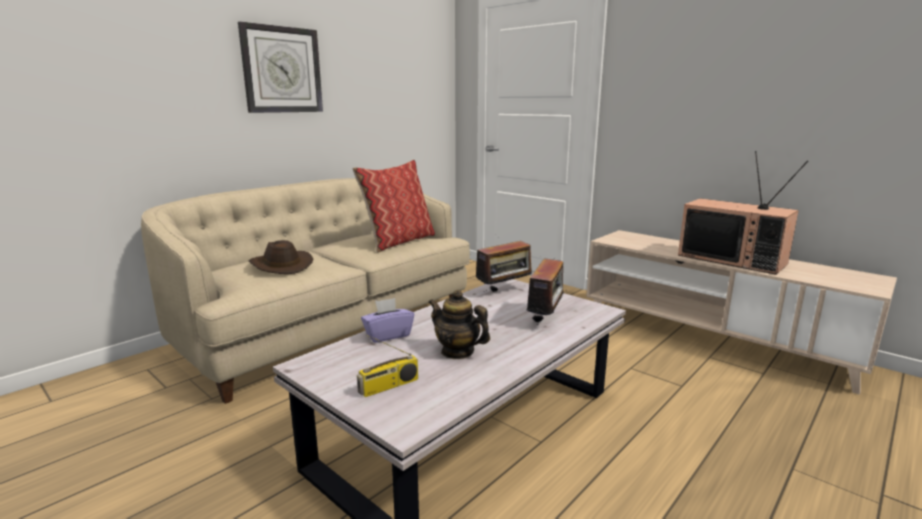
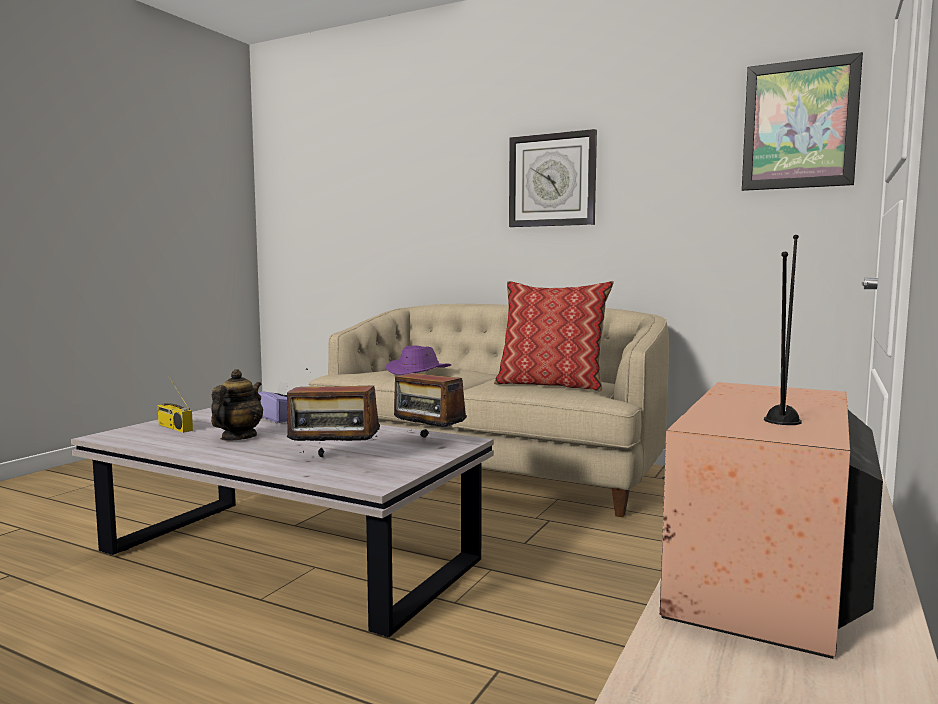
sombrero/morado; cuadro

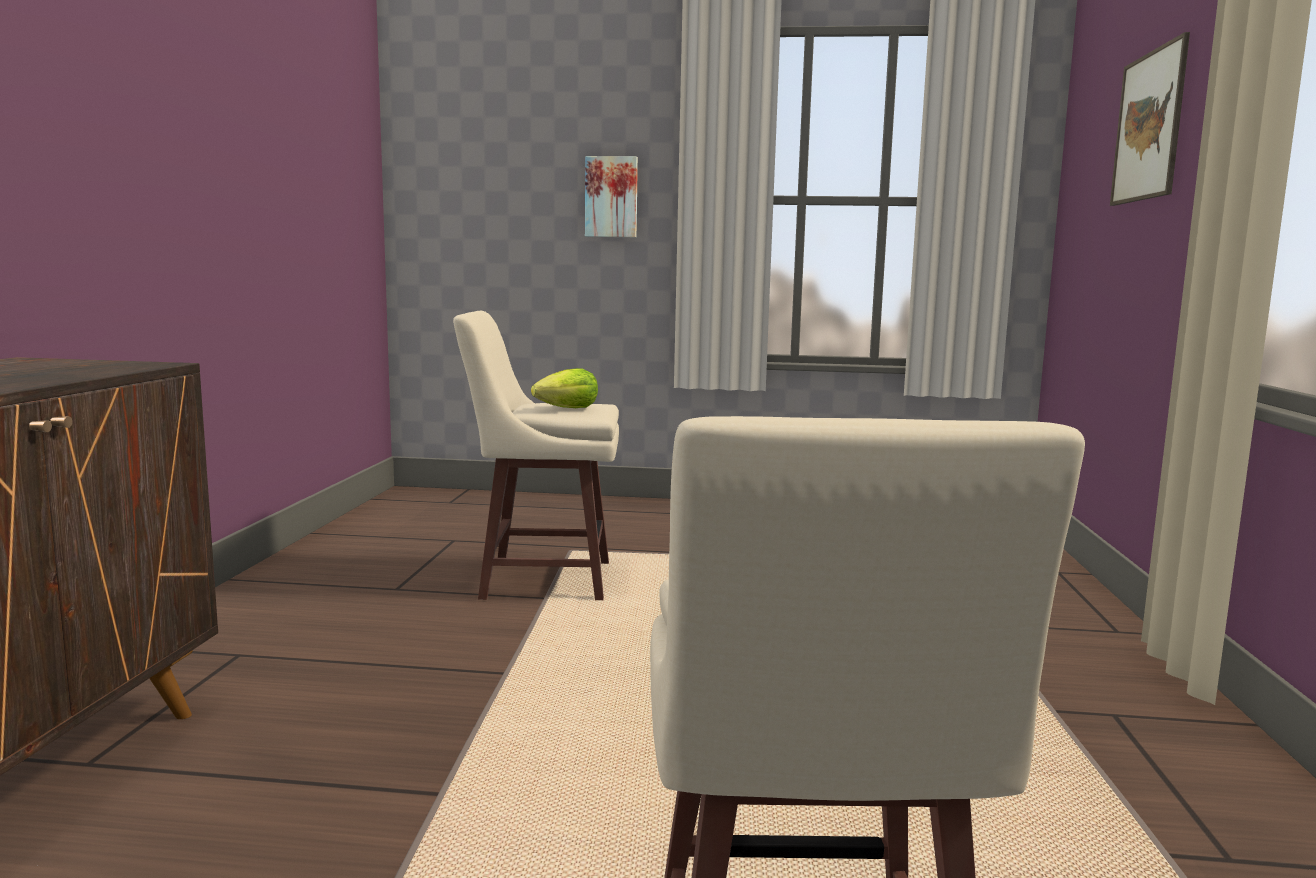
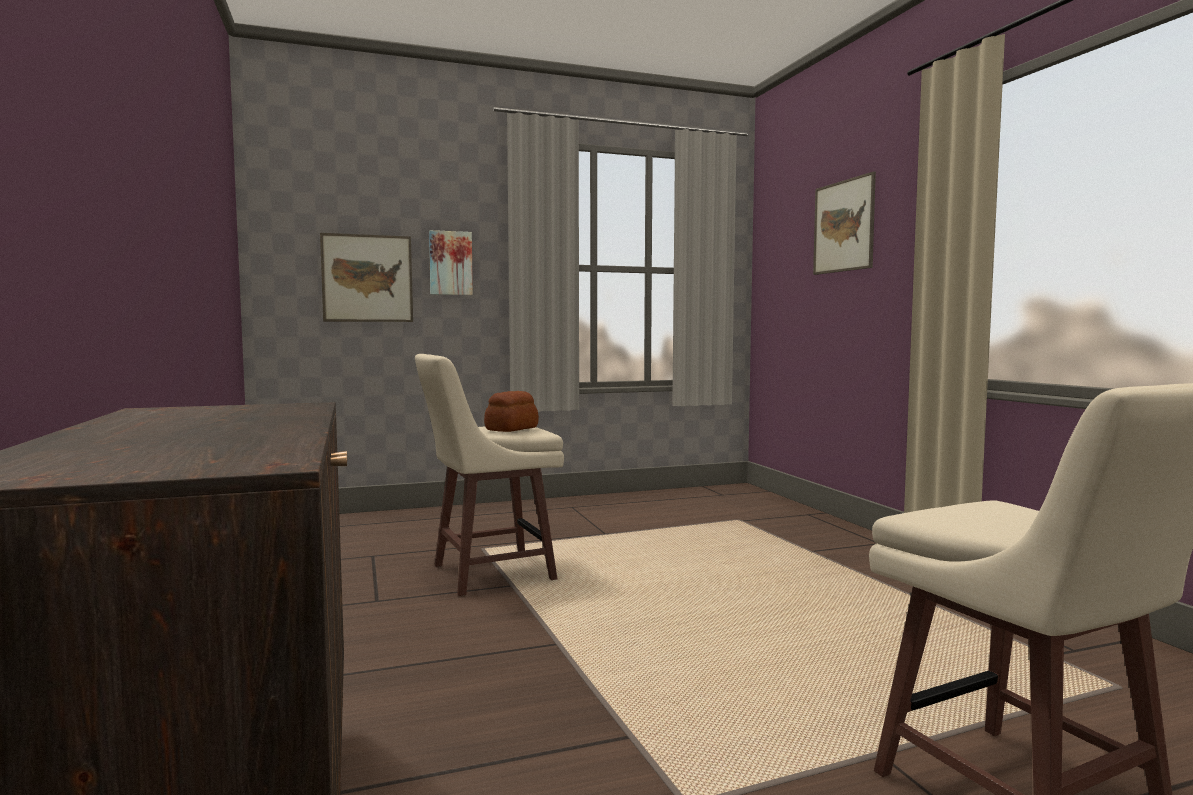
pan; cuadro (1st from left)

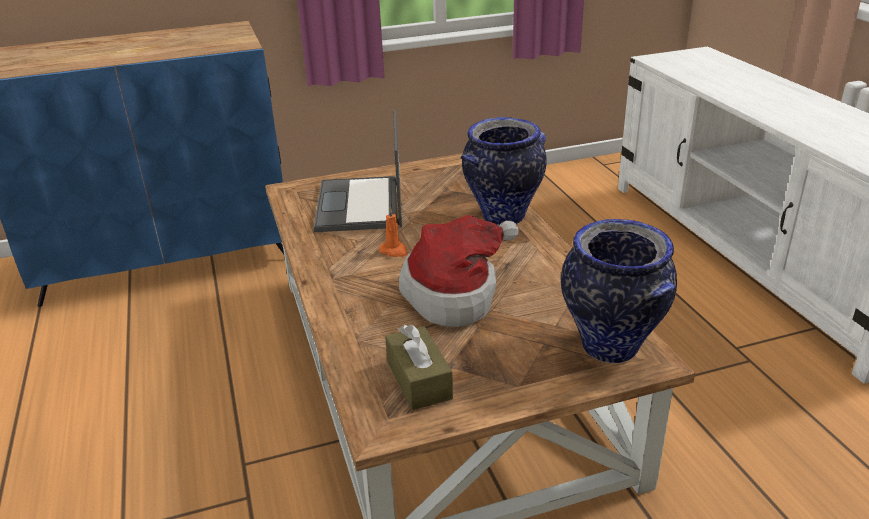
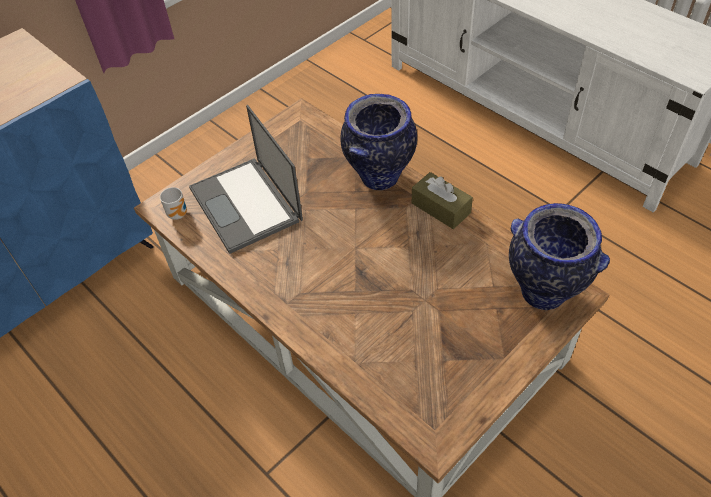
vela/naranja; caja de pañuelos/marrón; sombrero; taza grande

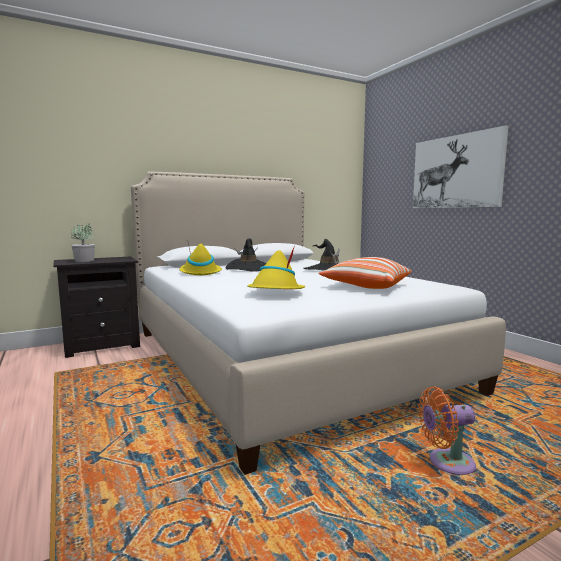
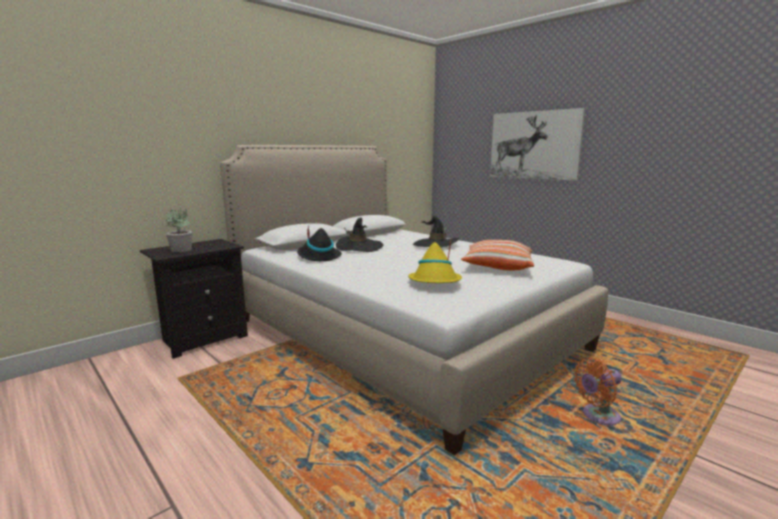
sombrero/negro (1st from left)

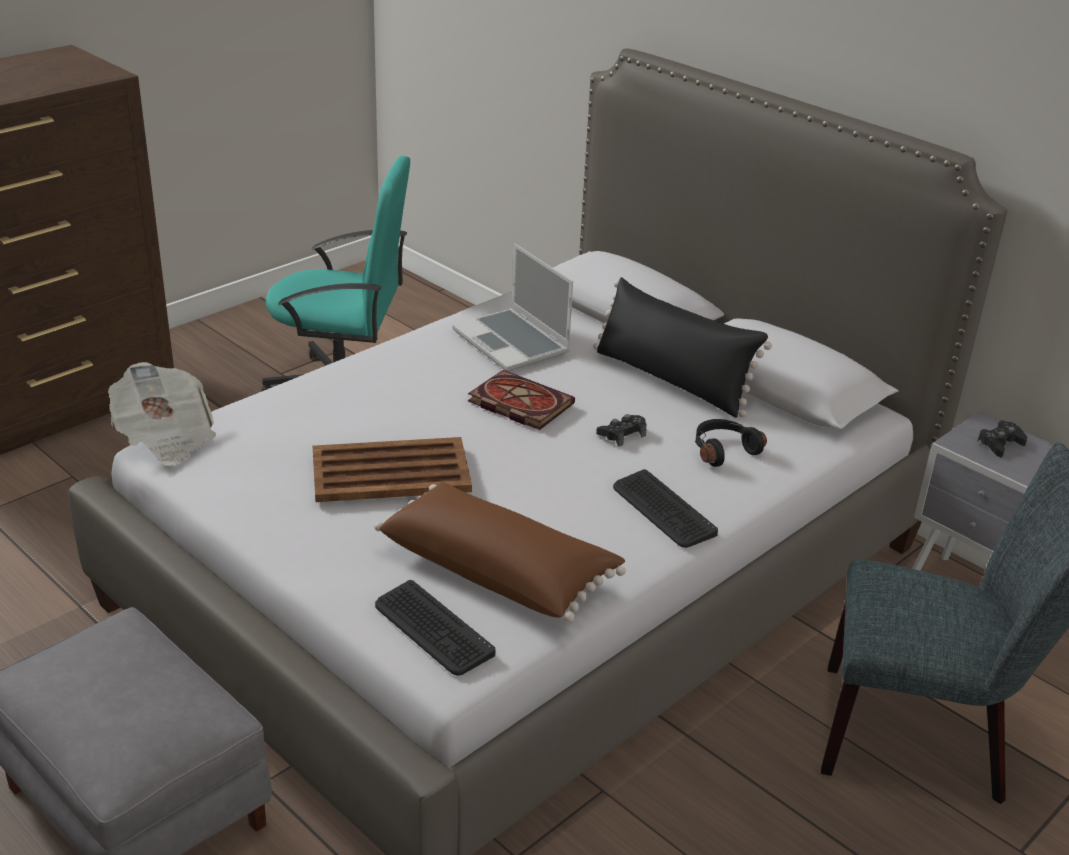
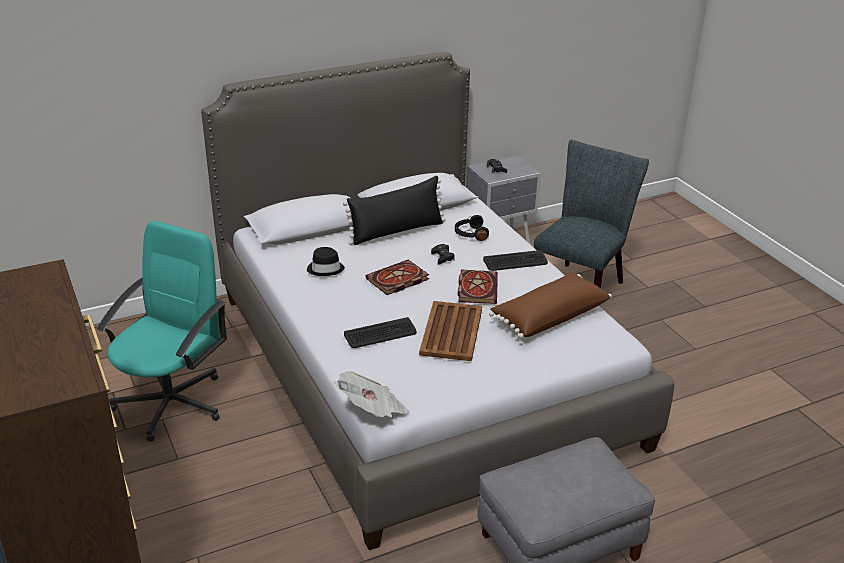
teclado (1st from left); sombrero/negro; libro (2nd from left)

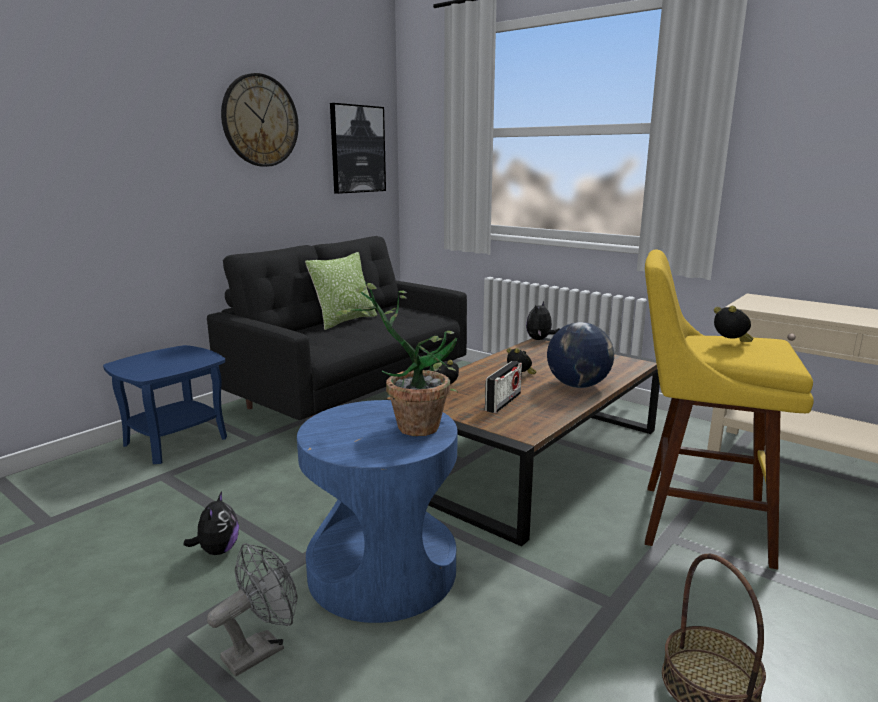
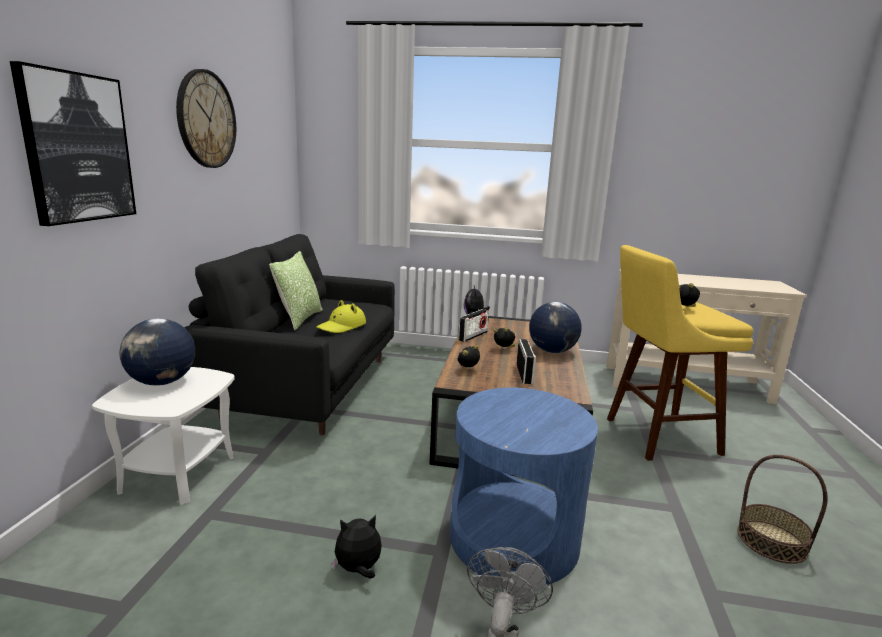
mesa auxiliar/blanco; peluche (1st from left); cuadro; planta en maceta; globo terráqueo (1st from left); sombrero/amarillo; radio (1st from left)

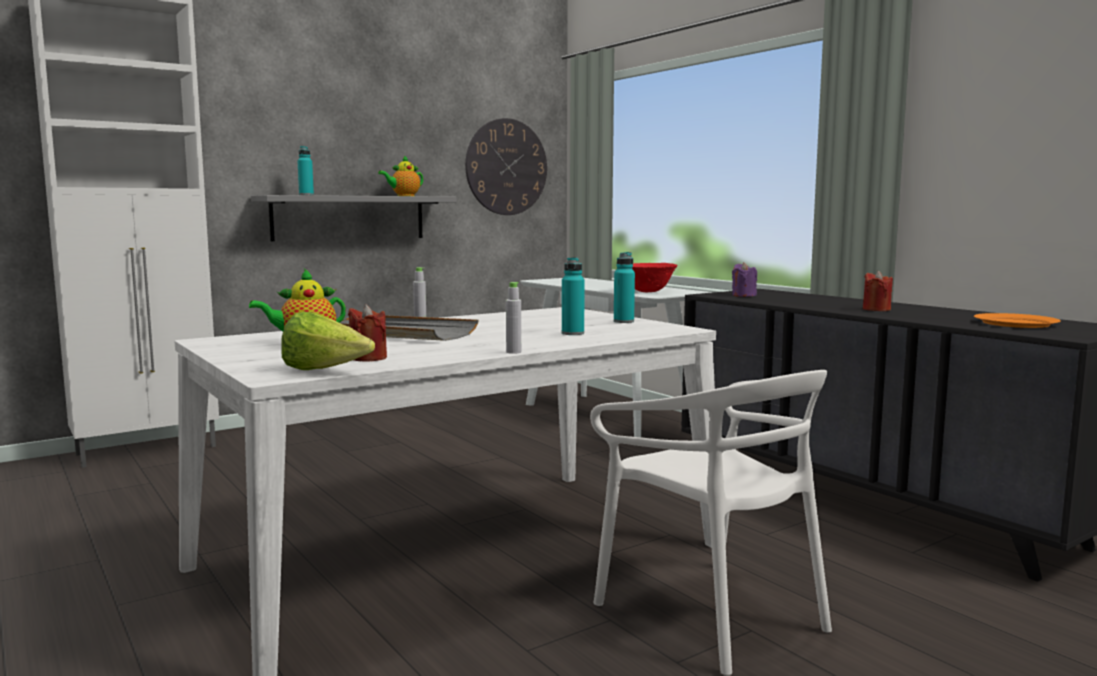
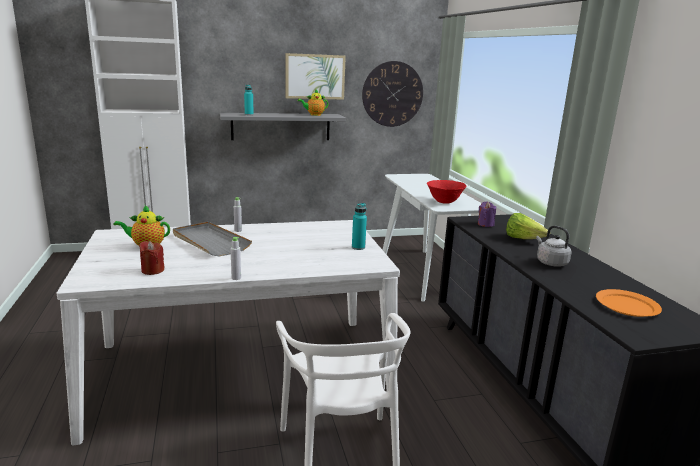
lechuga; botella/turquesa (2nd from left in the first image); hervidor/gris; cuadro

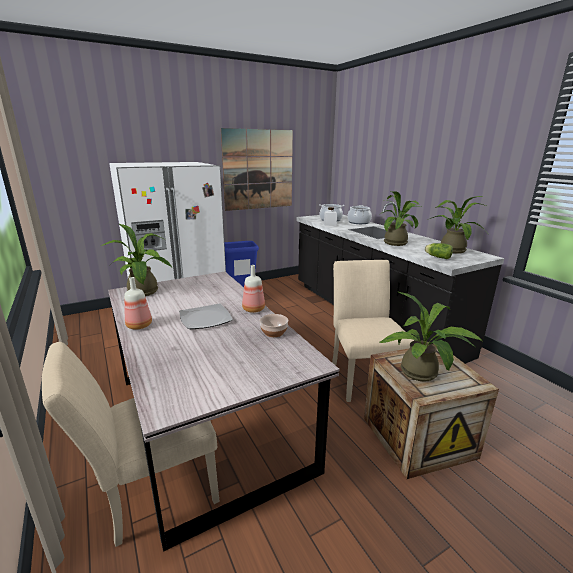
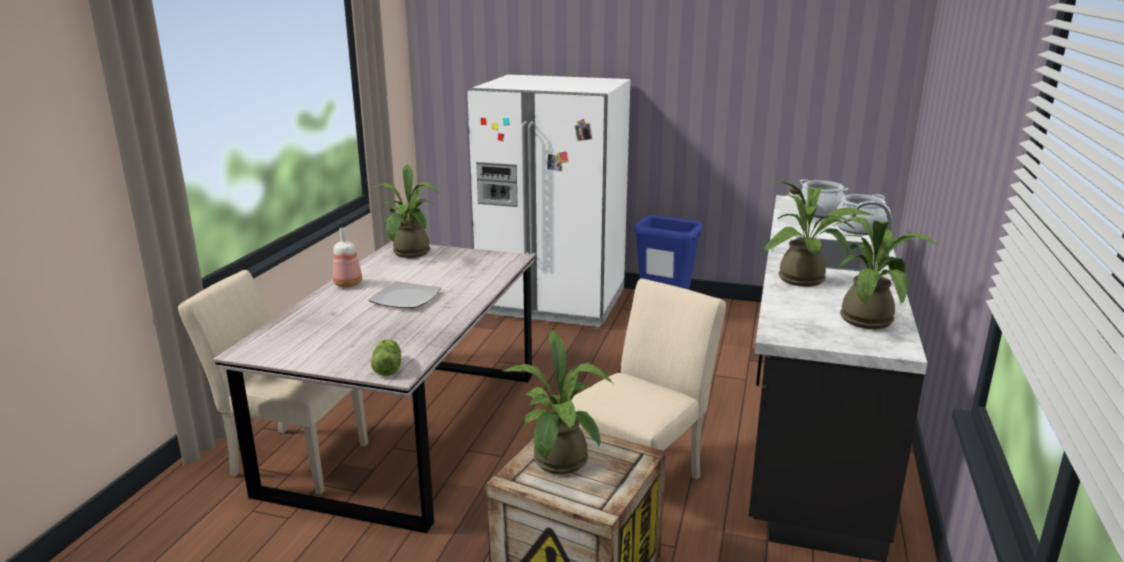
cuadro; botella (2nd from left in the first image); cuenco; lechuga

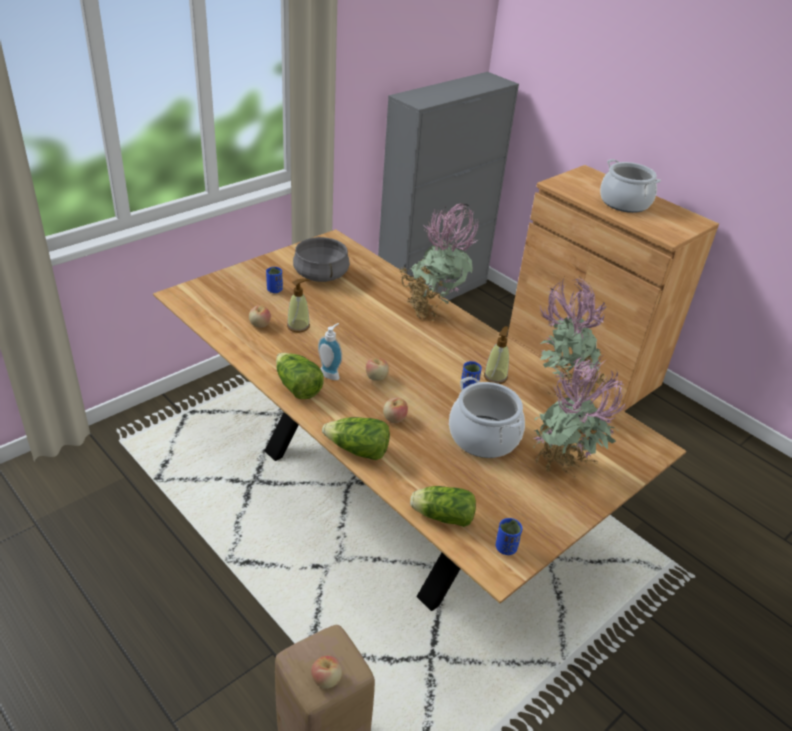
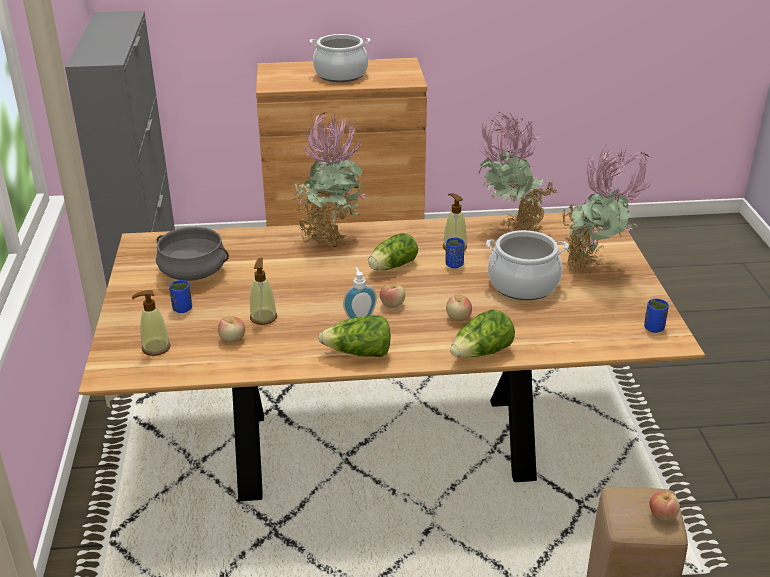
lechuga (2nd from left); dispensador de jabón (1st from left)

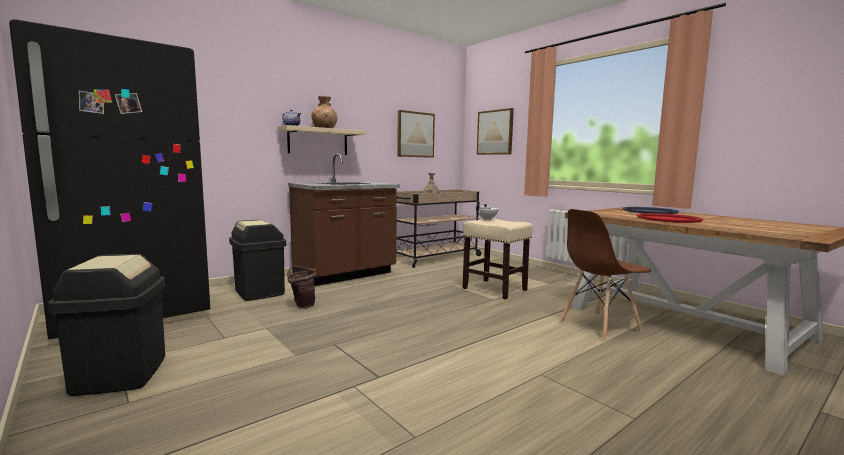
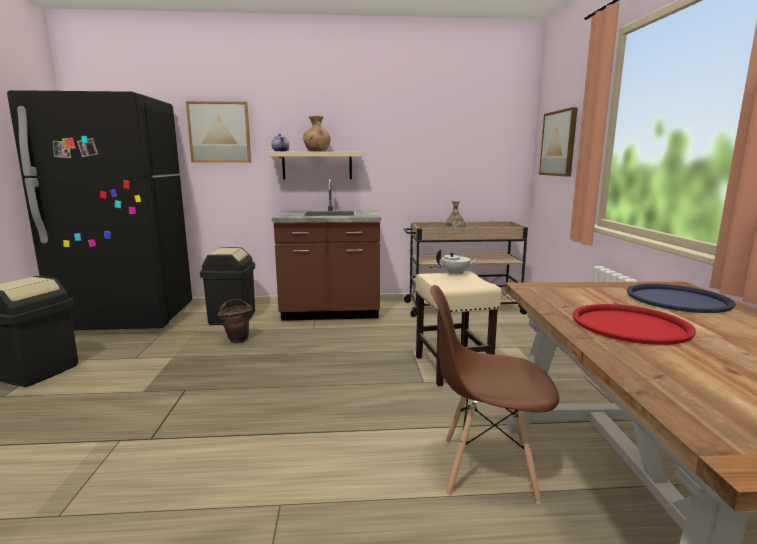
cuadro (1st from left)

